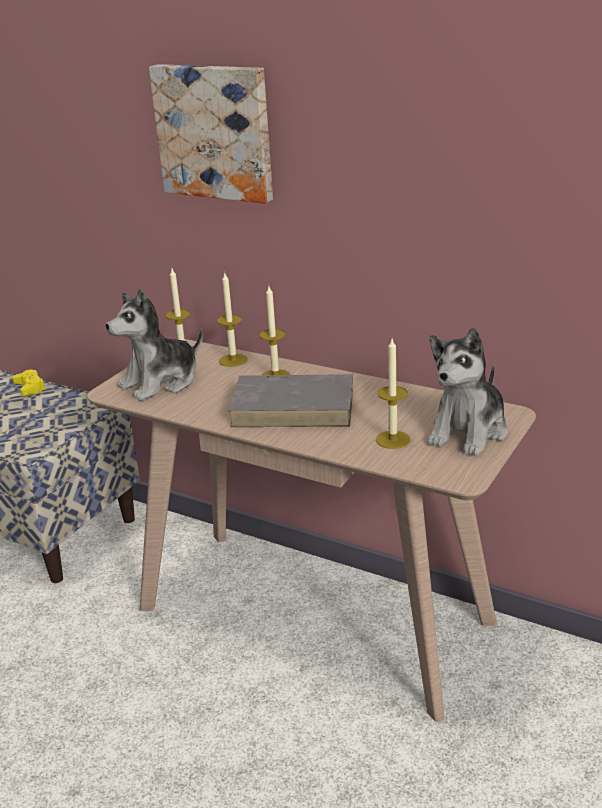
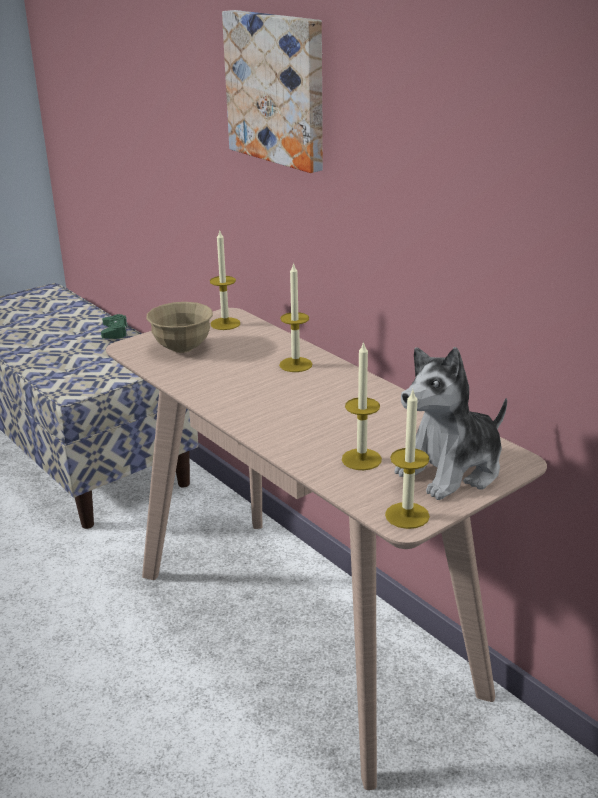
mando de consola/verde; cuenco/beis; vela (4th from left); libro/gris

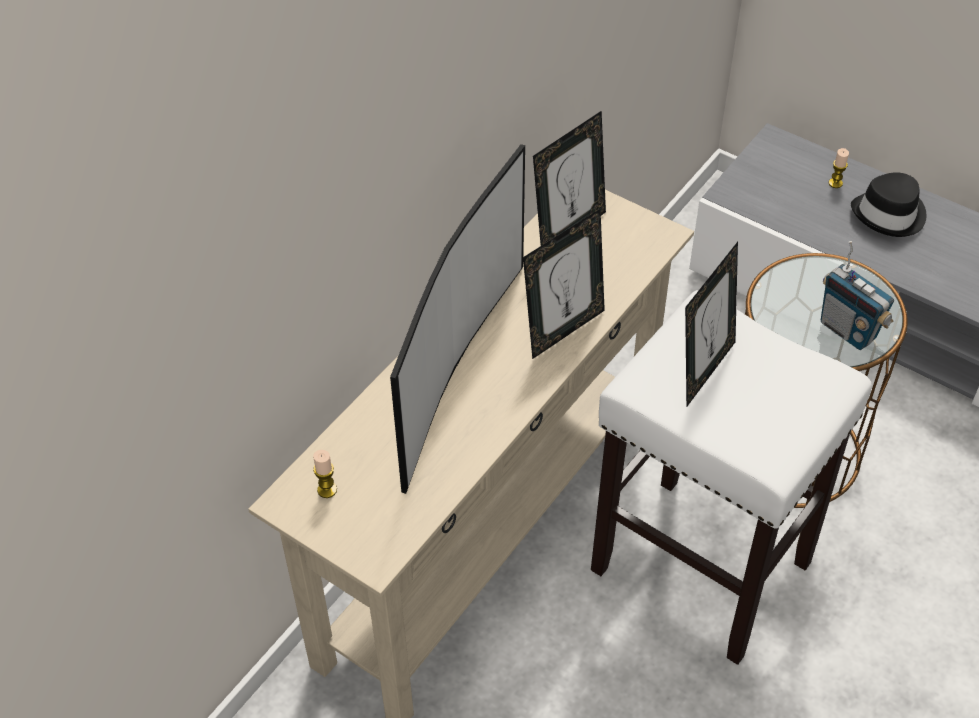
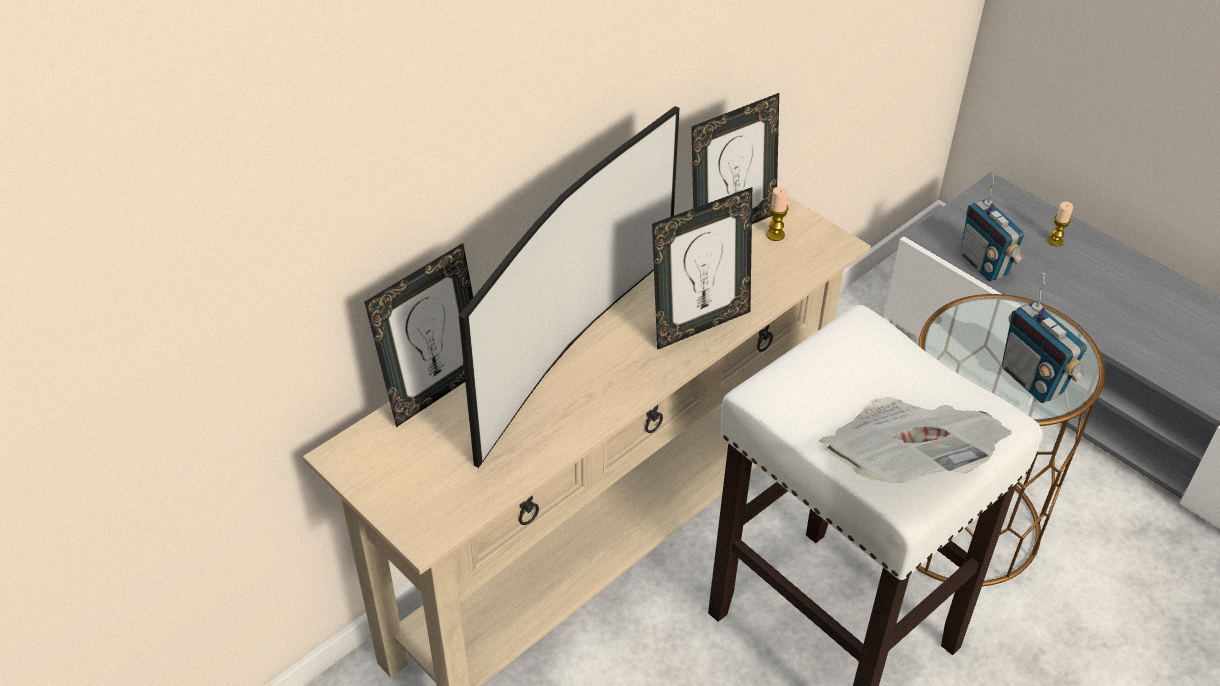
vela (1st from left); portarretratos (1st from left); sombrero/negro; periódico; radio (1st from left)

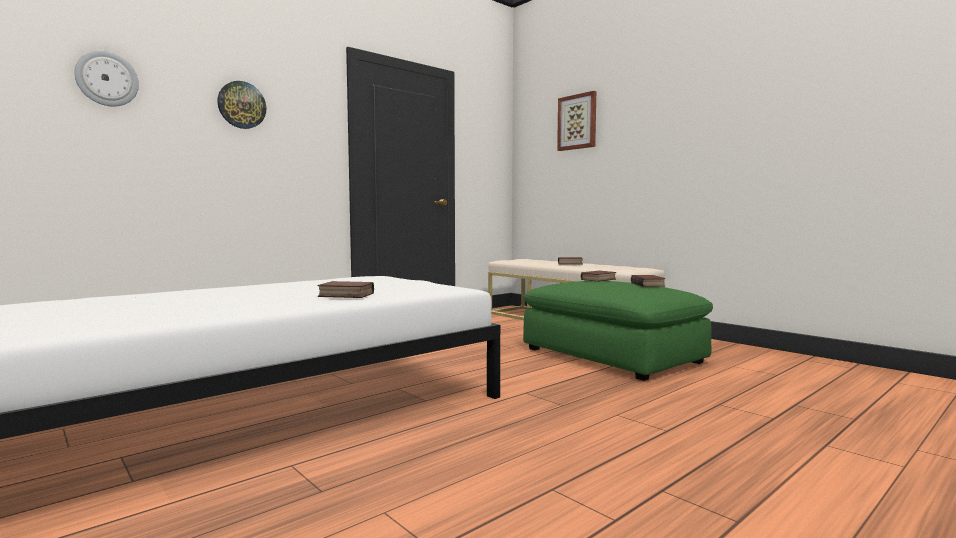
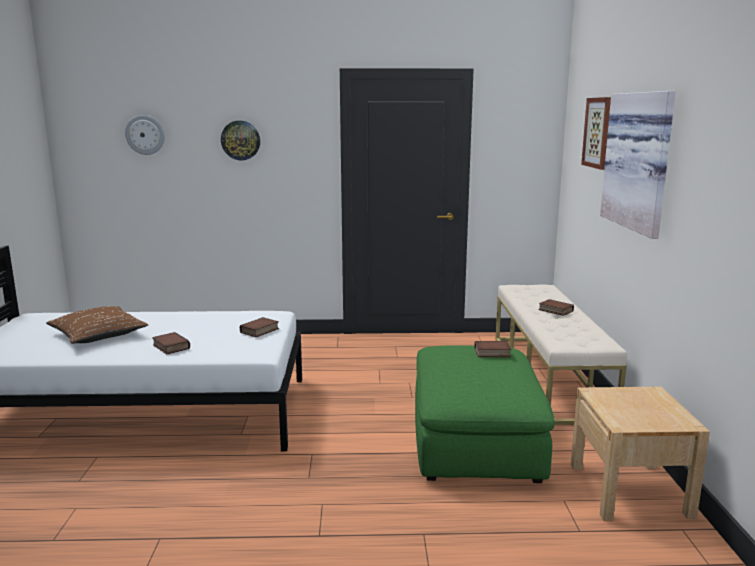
libro (2nd from left); cojín/marrón; mesita de noche/beis; cuadro (2nd from left)

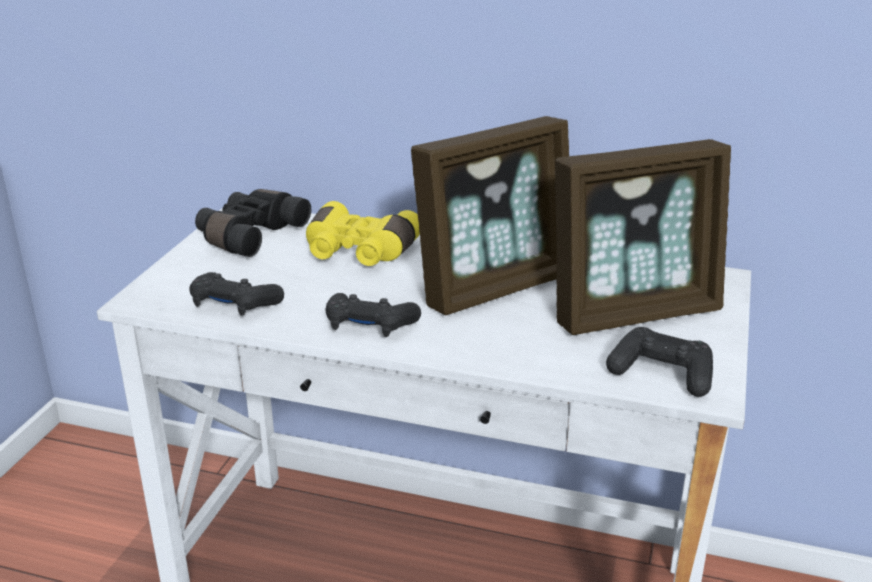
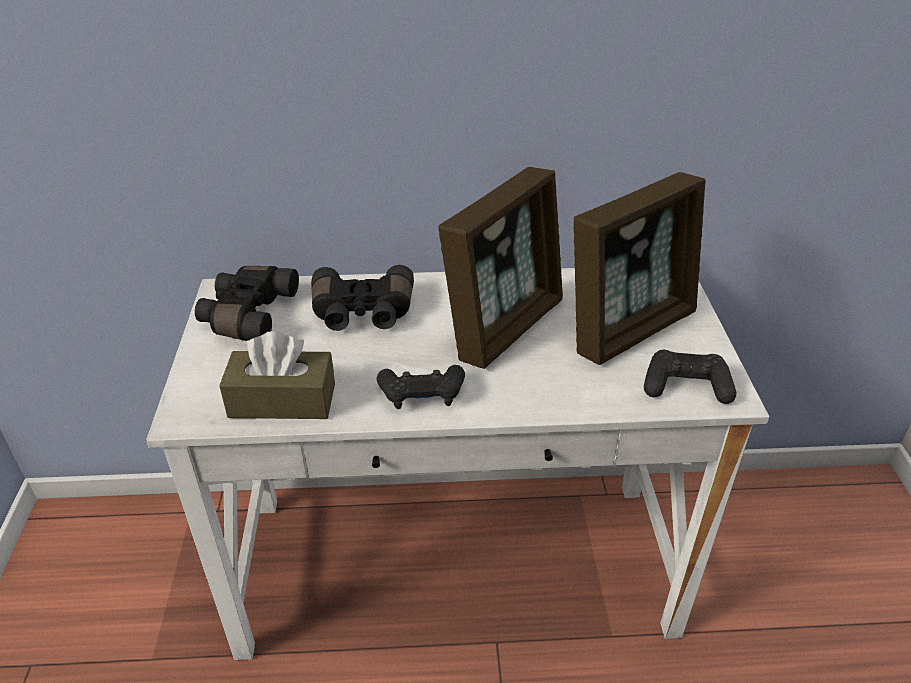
caja de pañuelos/marrón; prismáticos/negro (2nd from left)

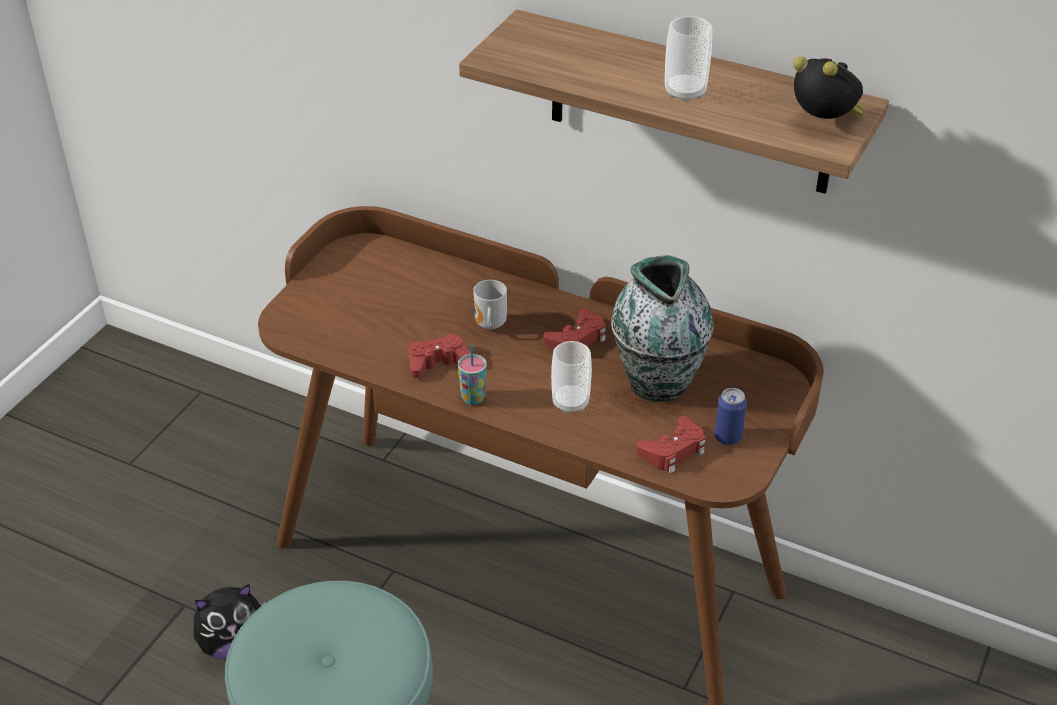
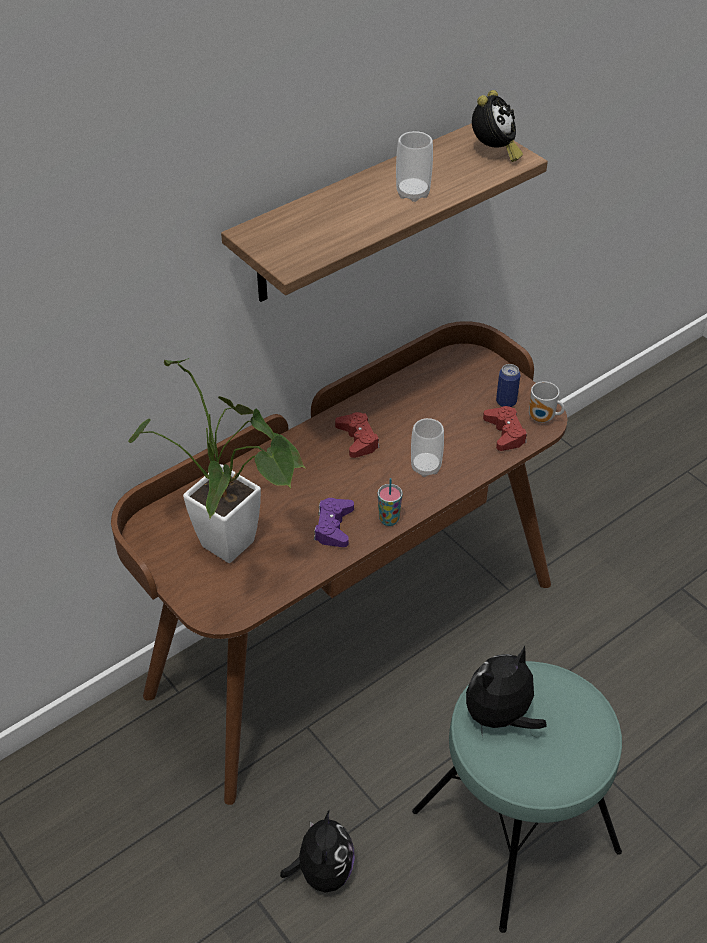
mando de consola/morado; taza grande; florero; despertador; planta en maceta; peluche (2nd from left)

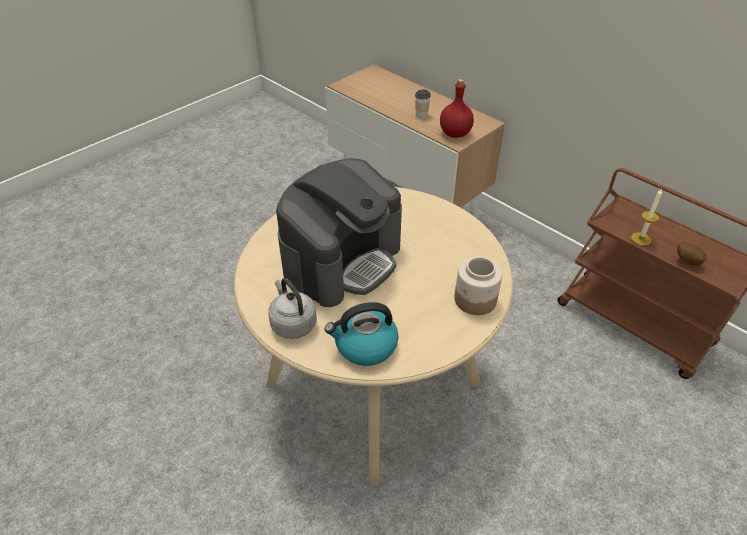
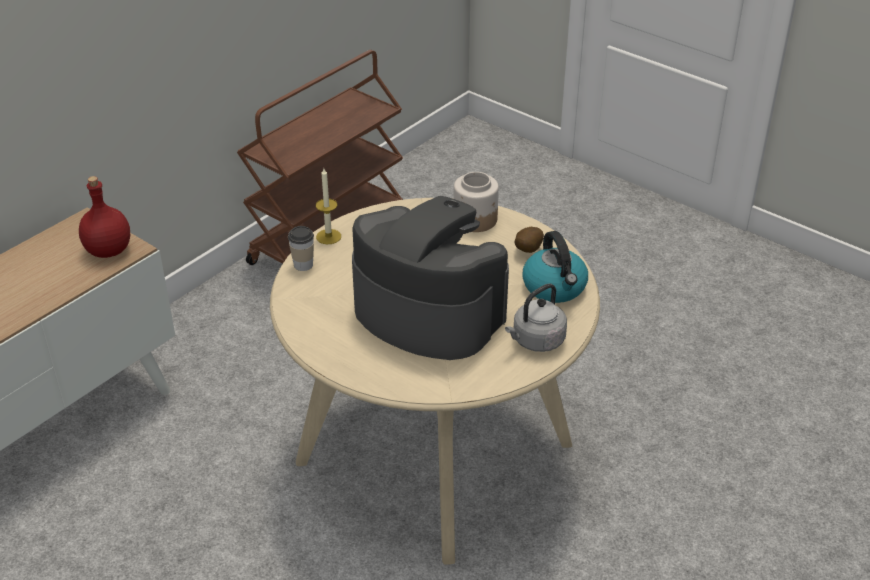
taza; vela; patata

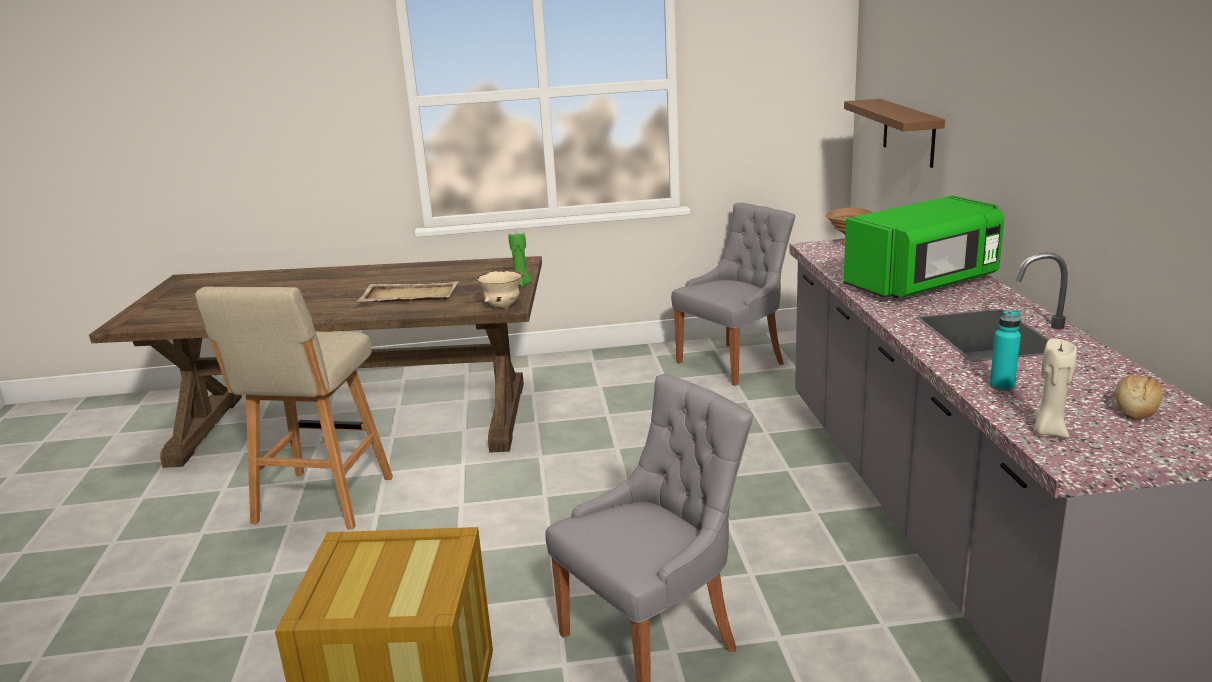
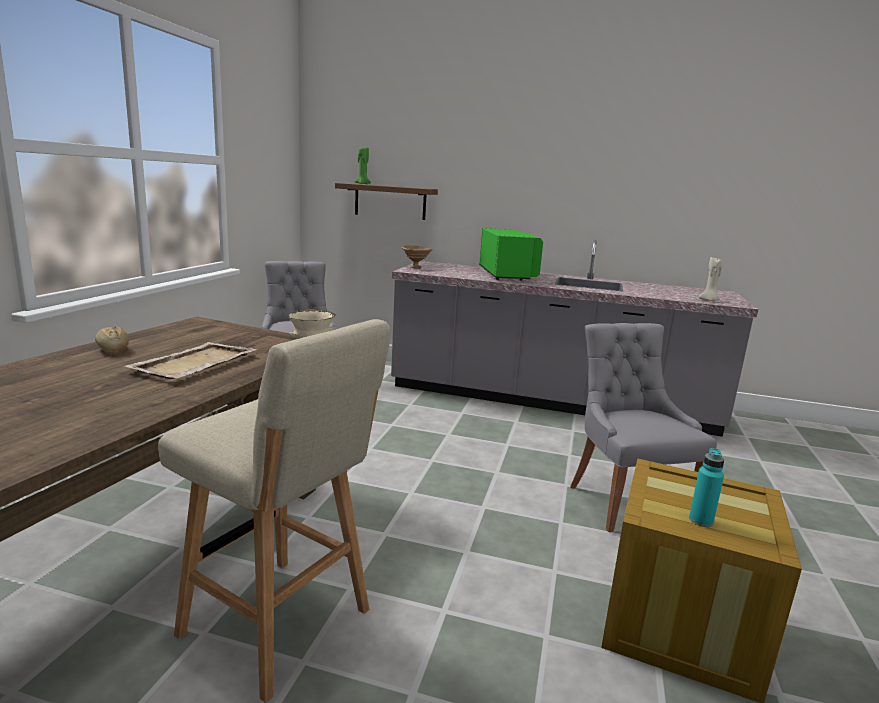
vela/verde; botella/turquesa; pan

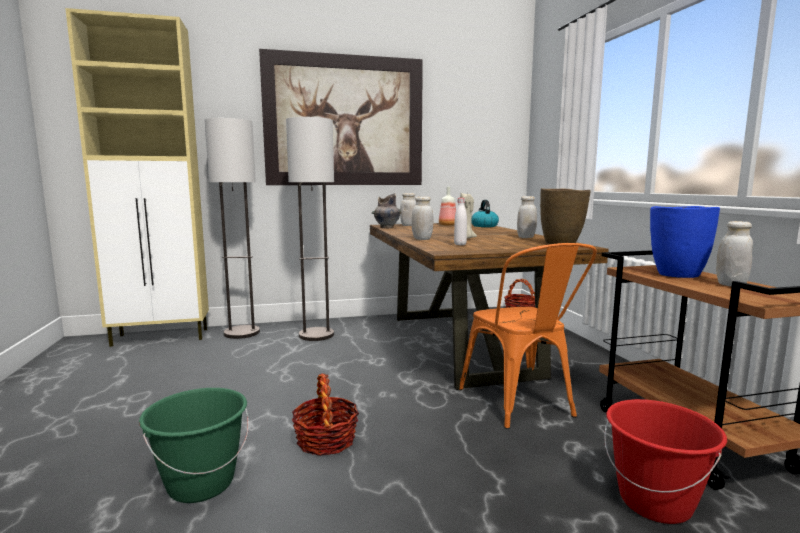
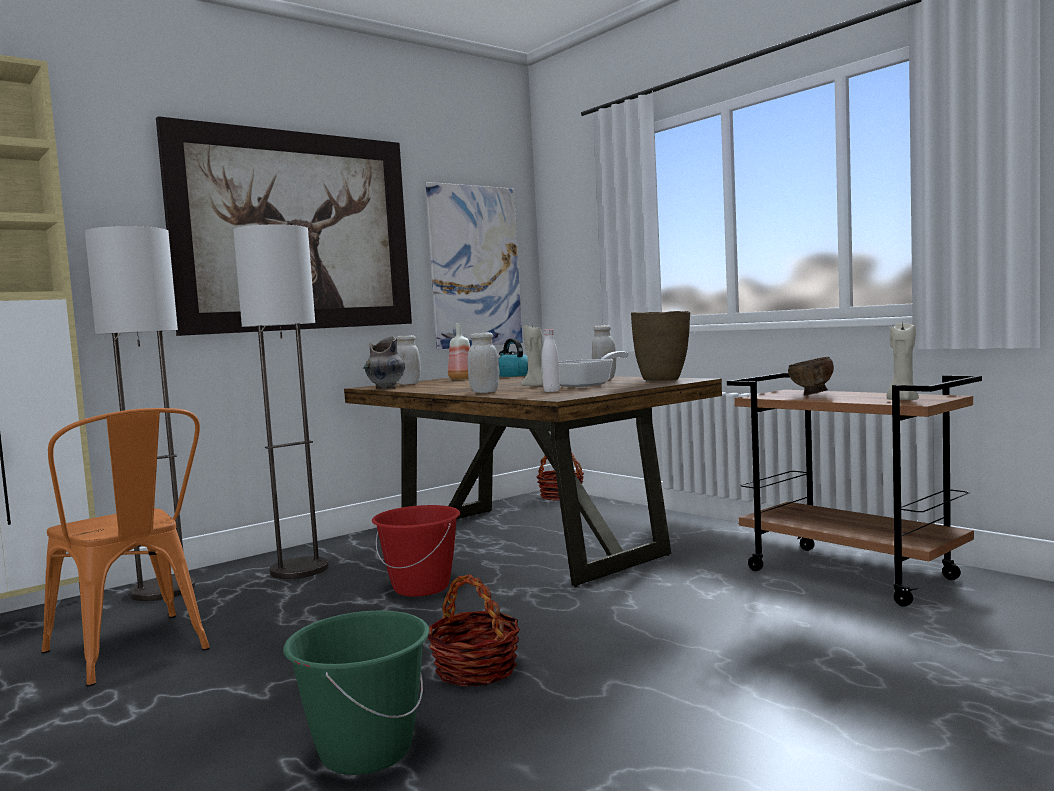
silla/naranja; cubo/rojo; cuenco/marrón; tarro/blanco (4th from left in the first image); cuadro (2nd from left); sartén; vela/beis (2nd from left)

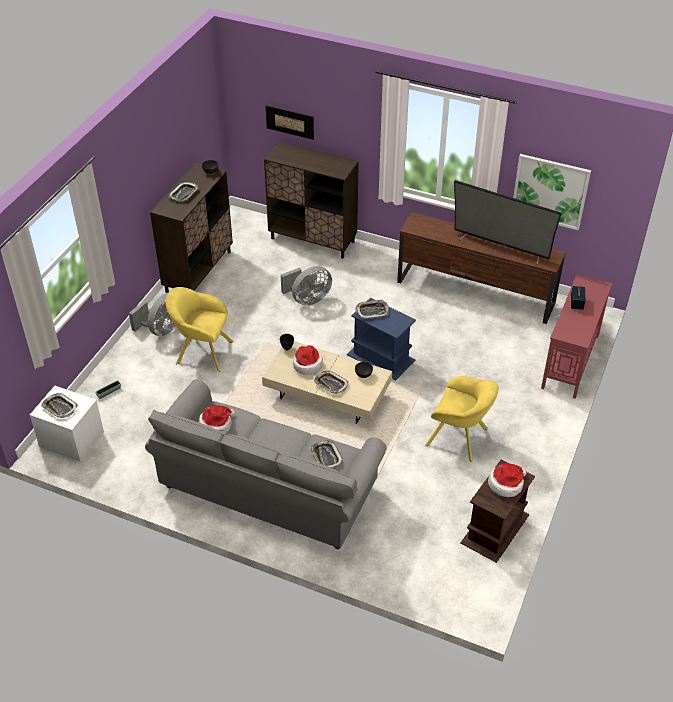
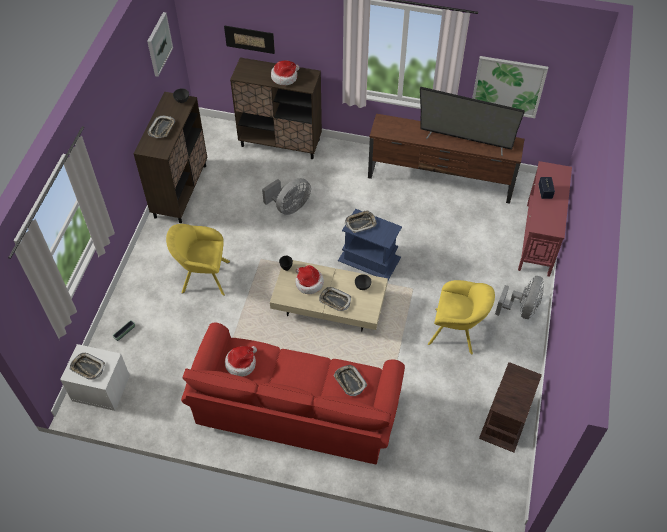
ventilador/gris (2nd from left); sofá/rojo; sombrero (2nd from left); cuadro (1st from left)

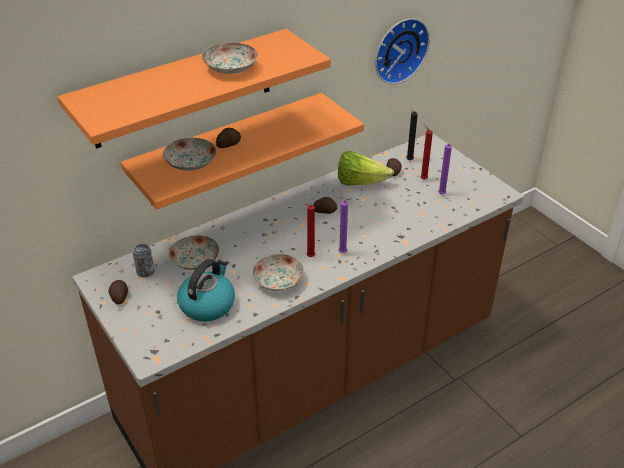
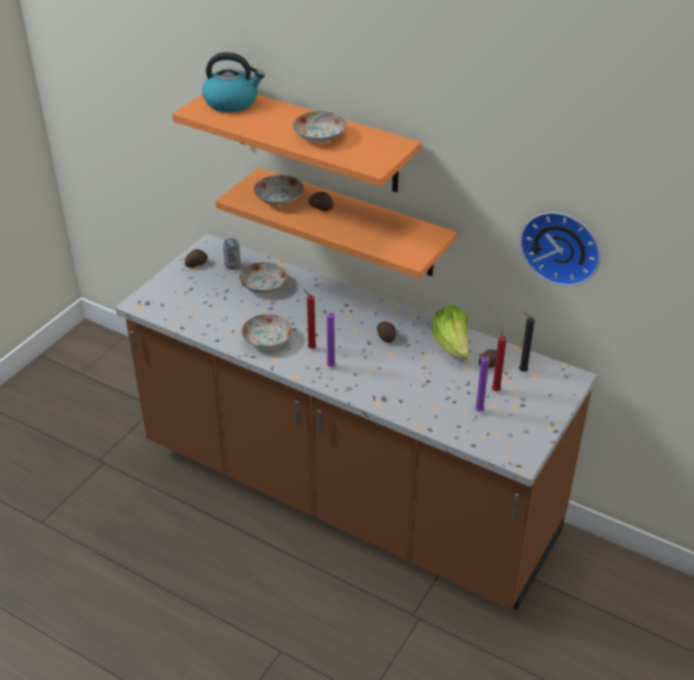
hervidor

